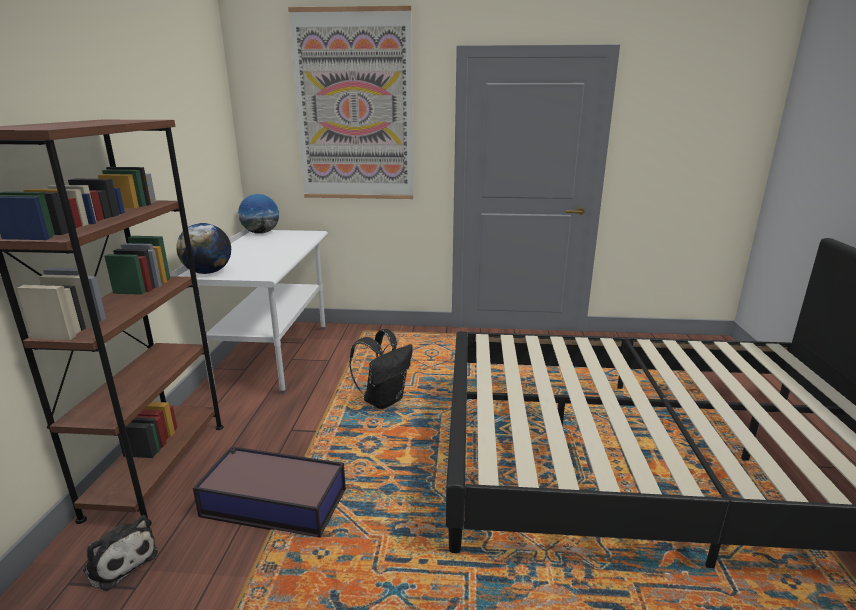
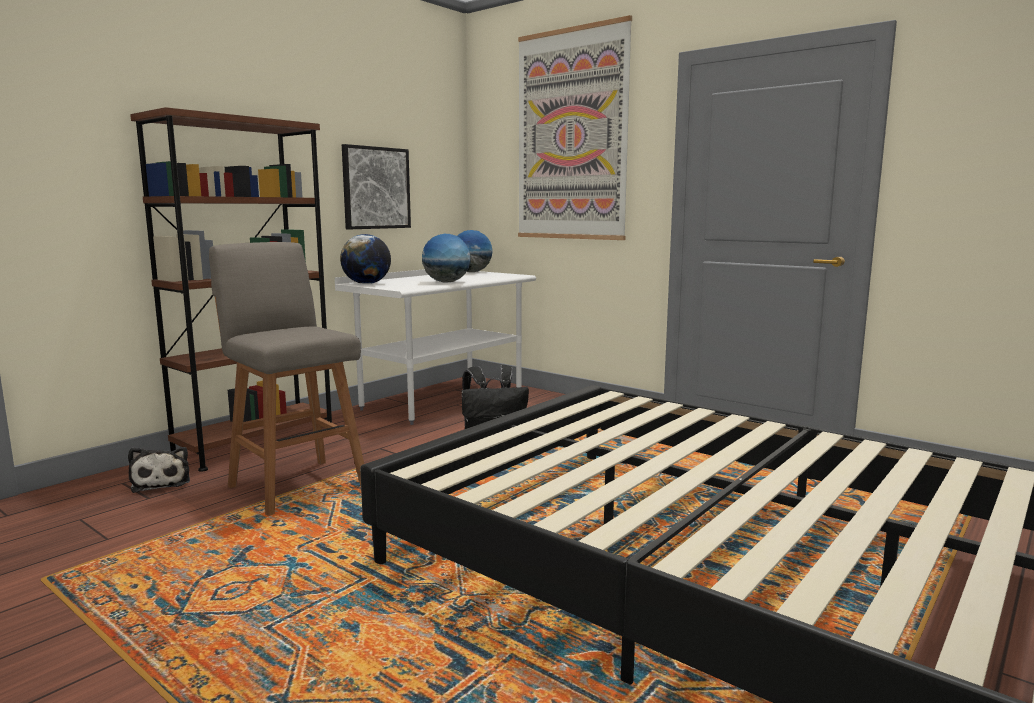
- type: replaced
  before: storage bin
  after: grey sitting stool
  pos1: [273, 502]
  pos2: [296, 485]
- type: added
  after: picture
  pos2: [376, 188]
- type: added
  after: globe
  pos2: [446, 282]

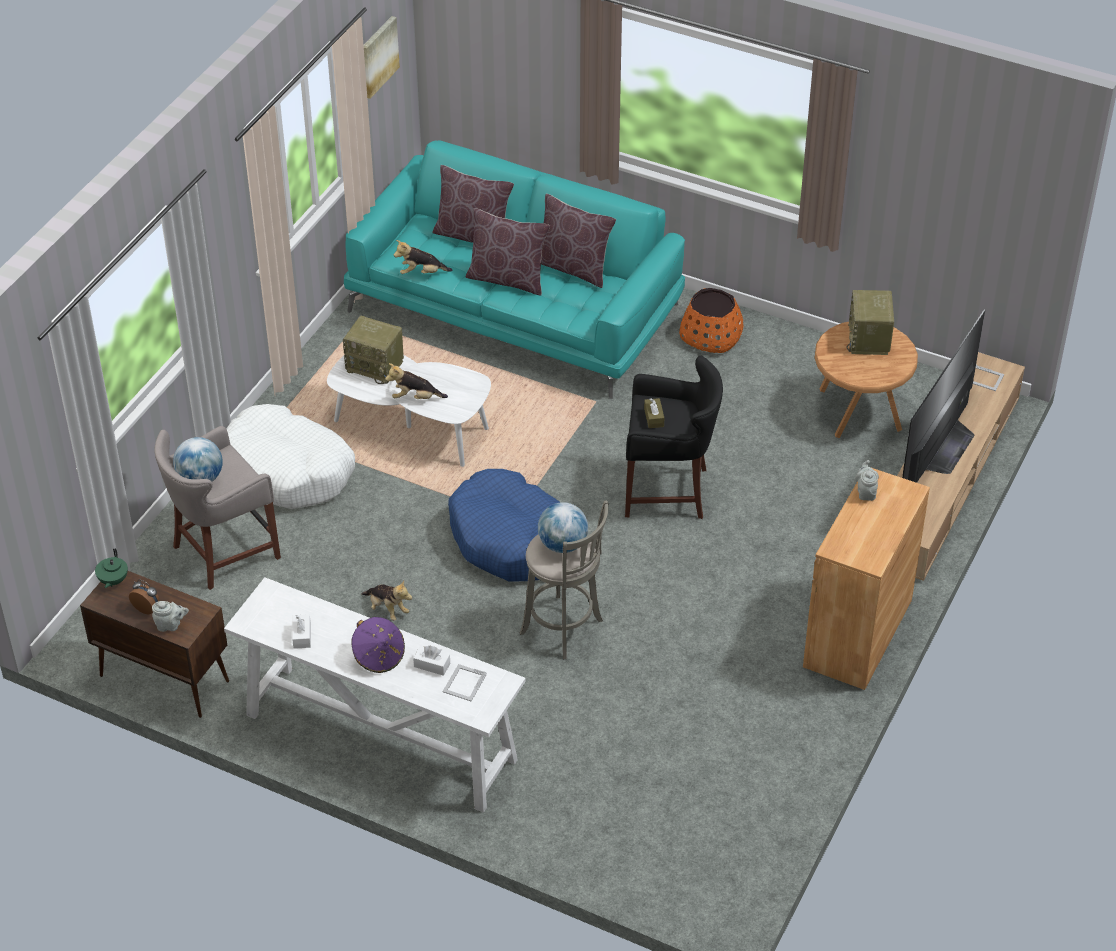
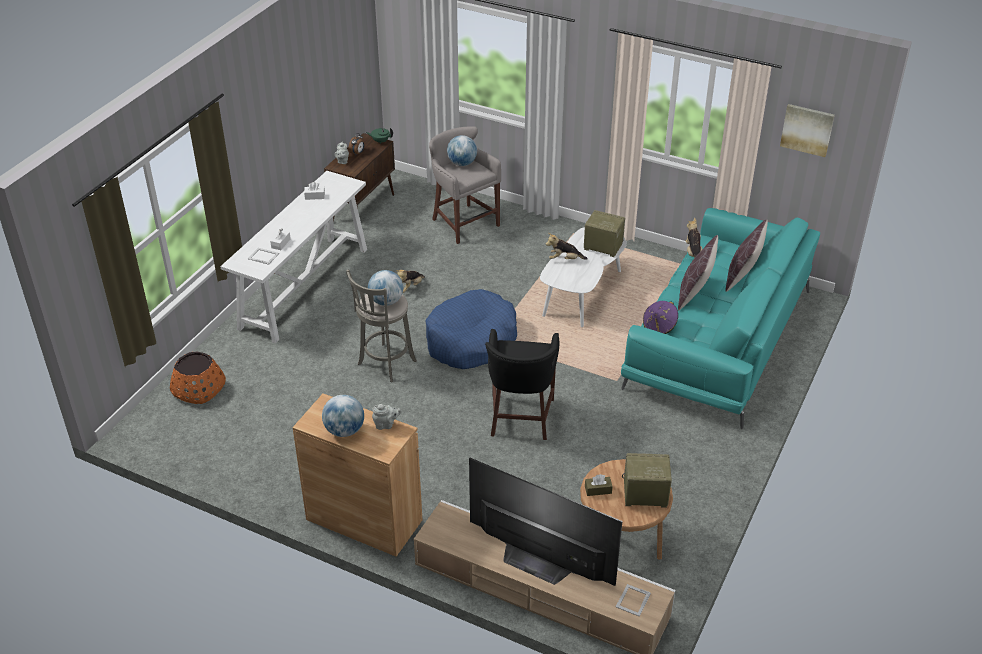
- type: removed
  before: brown-coloured cushion
  pos1: [573, 268]
- type: moved
  before: orange plant pot
  pos1: [711, 335]
  pos2: [199, 389]
- type: turned
  before: radio receiver
  pos1: [376, 366]
  pos2: [602, 246]
  turn: 90
- type: turned
  before: plush toy
  pos1: [415, 398]
  pos2: [564, 259]
  turn: -90
- type: moved
  before: brown-coloured box of tissues
  pos1: [654, 417]
  pos2: [598, 490]
- type: removed
  before: white pet bed
  pos1: [288, 470]
- type: moved
  before: purple-coloured hat
  pos1: [379, 656]
  pos2: [659, 327]
- type: added
  after: globe
  pos2: [344, 430]

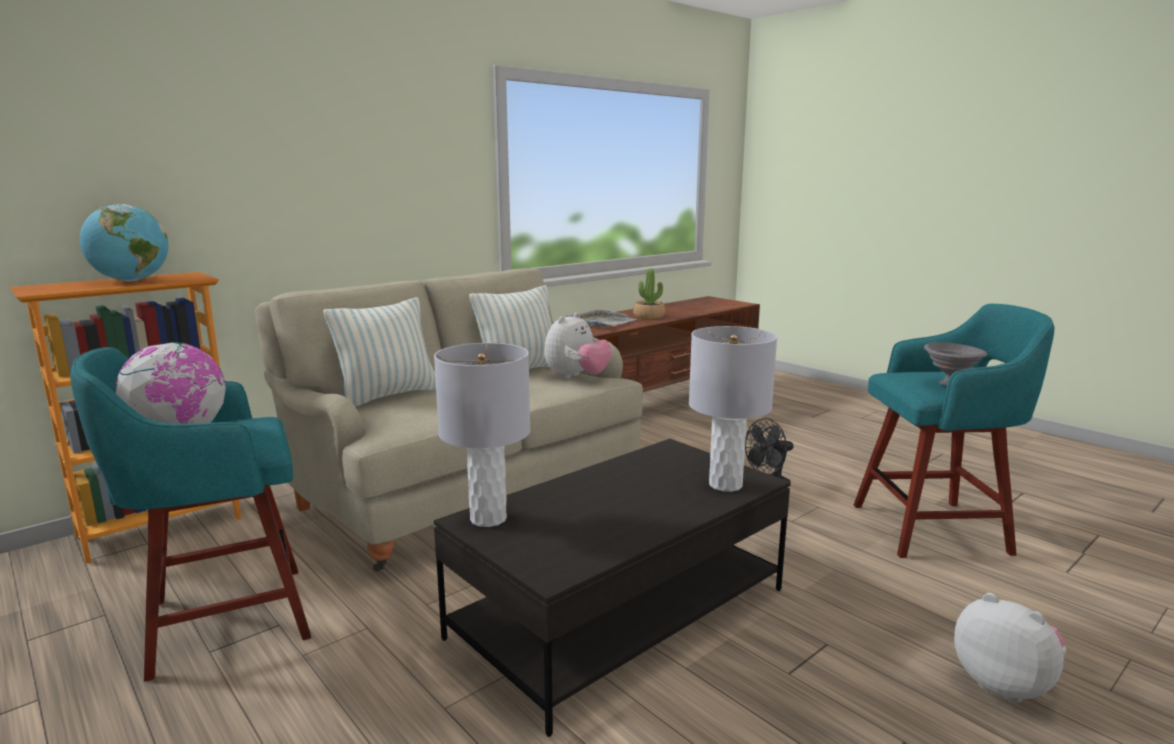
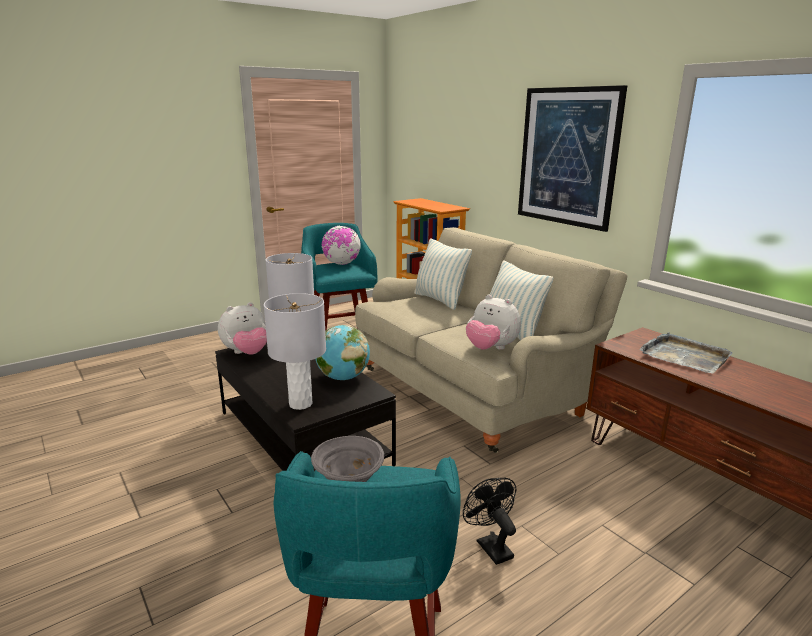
- type: moved
  before: globe
  pos1: [131, 281]
  pos2: [343, 377]
- type: removed
  before: houseplant
  pos1: [649, 316]
- type: moved
  before: plush toy
  pos1: [1004, 685]
  pos2: [246, 353]
- type: added
  after: picture
  pos2: [567, 157]

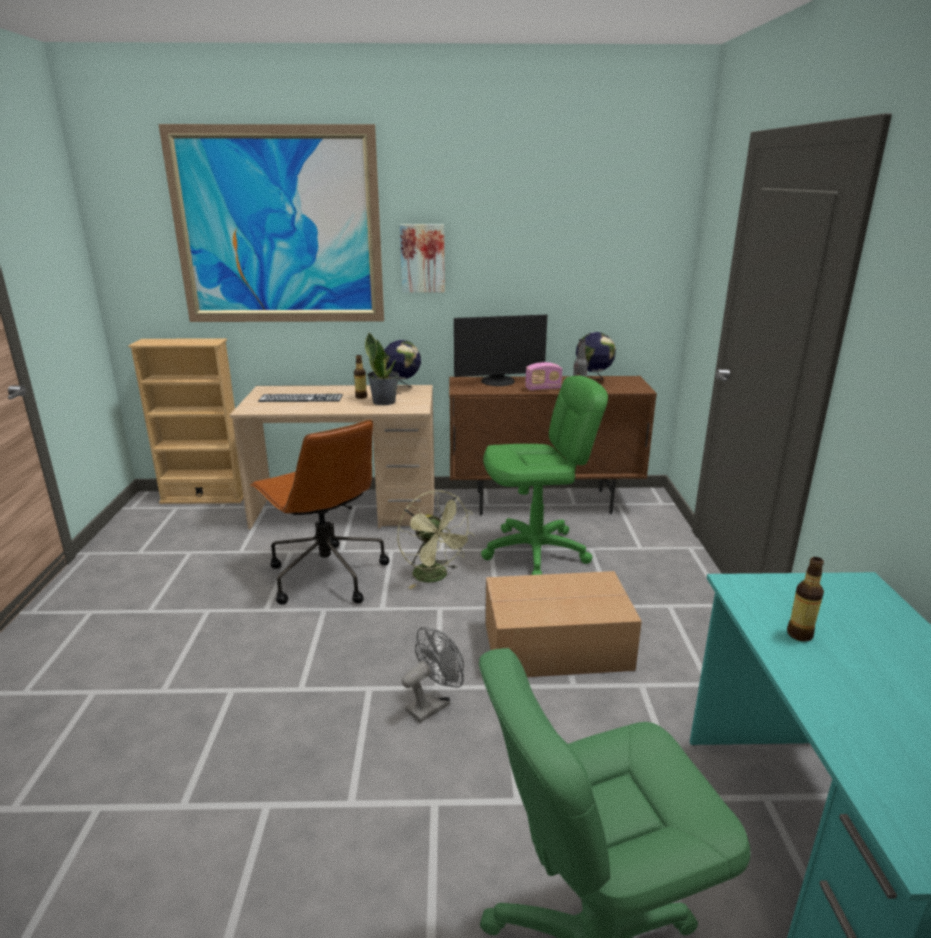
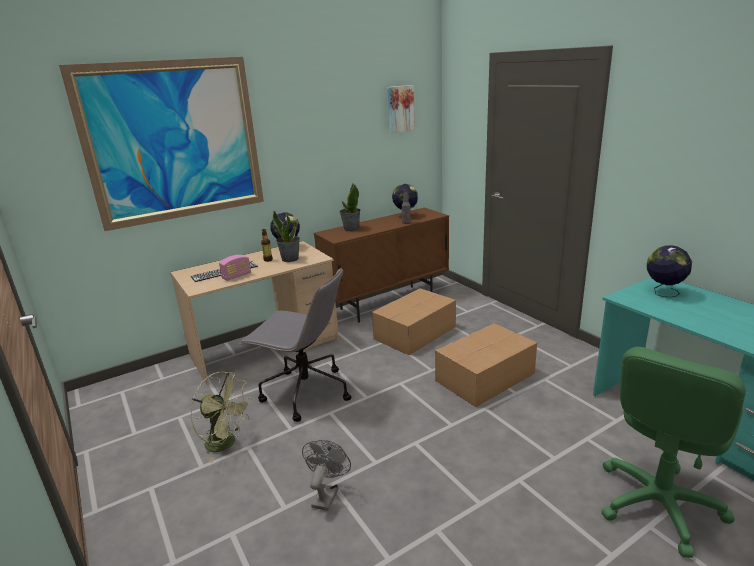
- type: moved
  before: picture
  pos1: [422, 258]
  pos2: [400, 108]
- type: replaced
  before: computer screen
  after: houseplant
  pos1: [498, 382]
  pos2: [351, 229]
- type: removed
  before: beige bookshelf
  pos1: [204, 497]
- type: moved
  before: radio receiver
  pos1: [543, 389]
  pos2: [236, 276]
- type: replaced
  before: green office chair
  after: carton
  pos1: [536, 552]
  pos2: [416, 332]
- type: recoloured
  before: brown-coloured office chair
  after: grey office chair
  pos1: [326, 575]
  pos2: [304, 392]
- type: moved
  before: green fan
  pos1: [435, 577]
  pos2: [226, 443]
- type: removed
  before: beverage bottle
  pos1: [799, 634]
- type: moved
  before: grey fan
  pos1: [433, 704]
  pos2: [327, 494]
- type: added
  after: globe
  pos2: [663, 293]

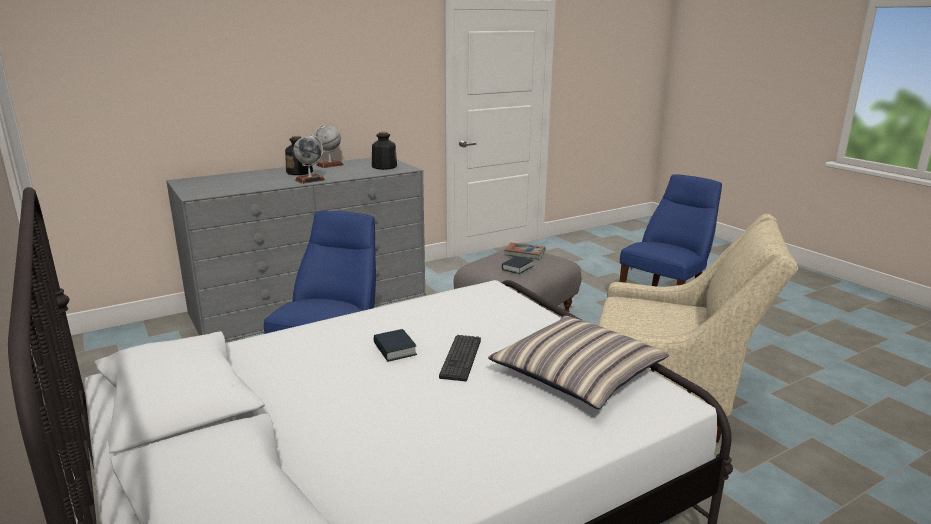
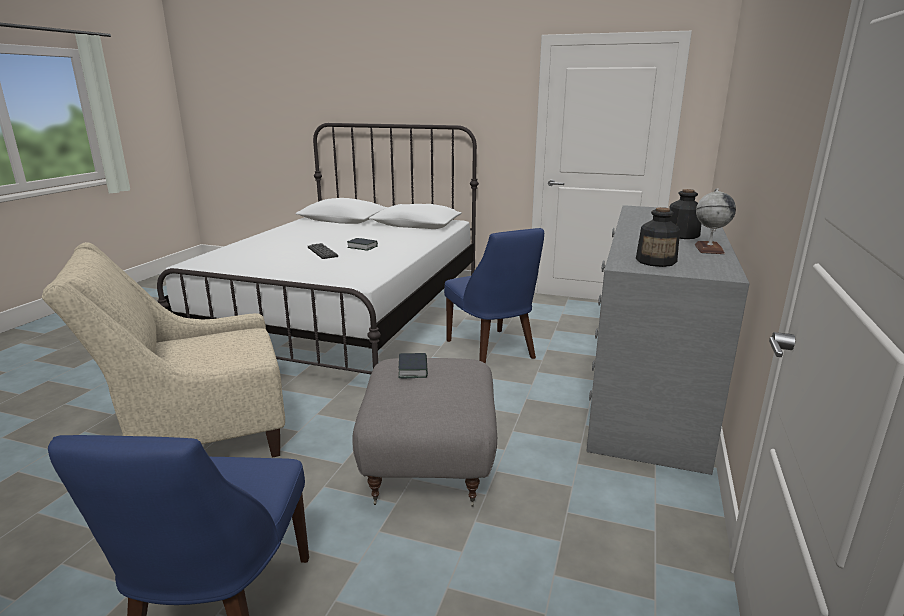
- type: removed
  before: globe
  pos1: [310, 180]
- type: removed
  before: volume
  pos1: [524, 253]
- type: removed
  before: cushion
  pos1: [577, 374]

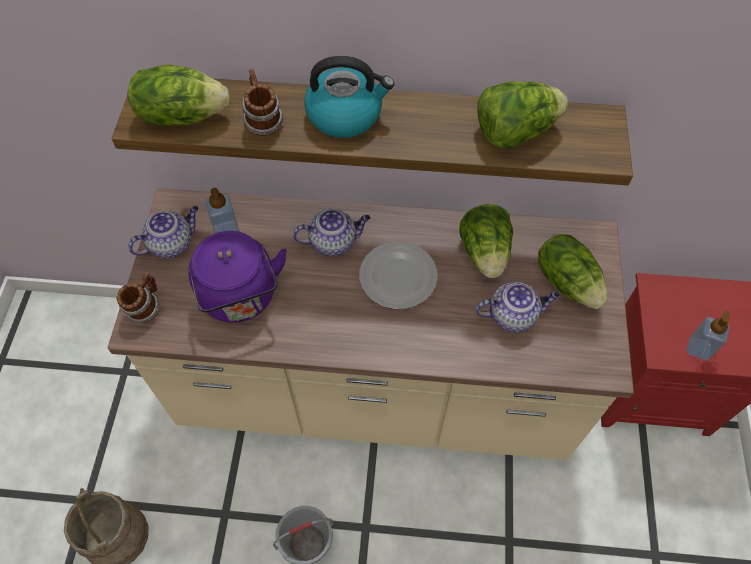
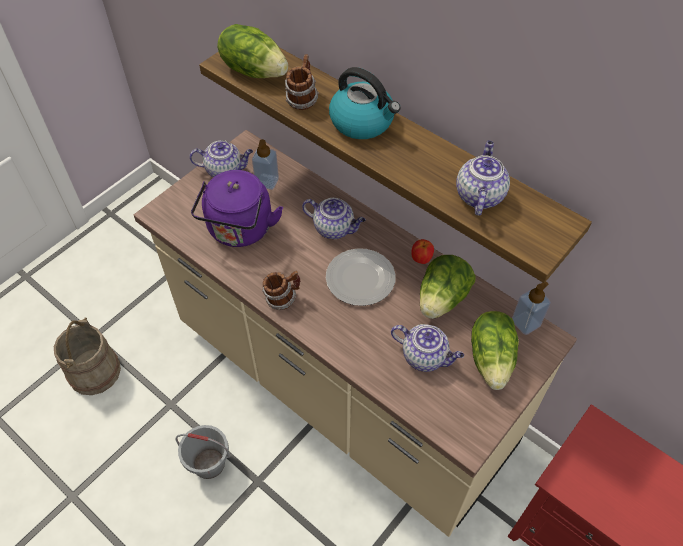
- type: replaced
  before: head of lettuce
  after: teapot
  pos1: [515, 132]
  pos2: [479, 195]
- type: moved
  before: mug
  pos1: [145, 308]
  pos2: [282, 298]
- type: moved
  before: liquid soap bottle
  pos1: [698, 348]
  pos2: [525, 323]
- type: added
  after: apple
  pos2: [421, 259]

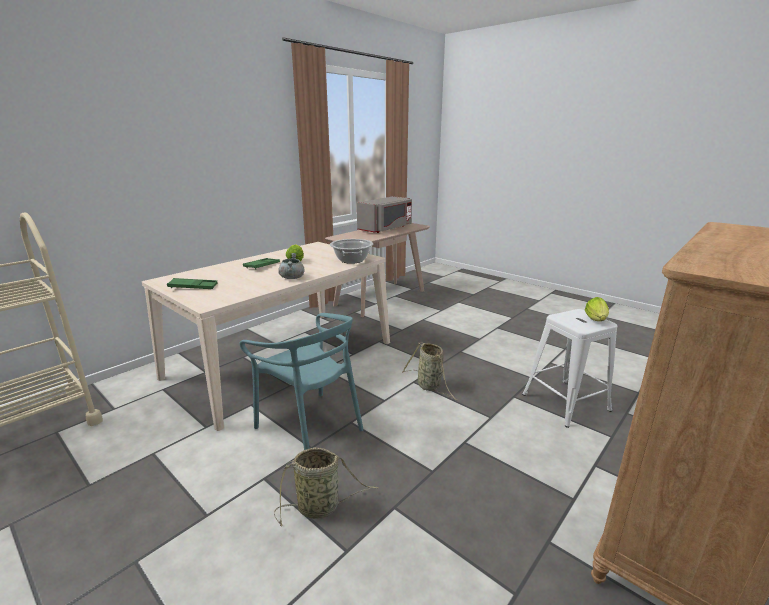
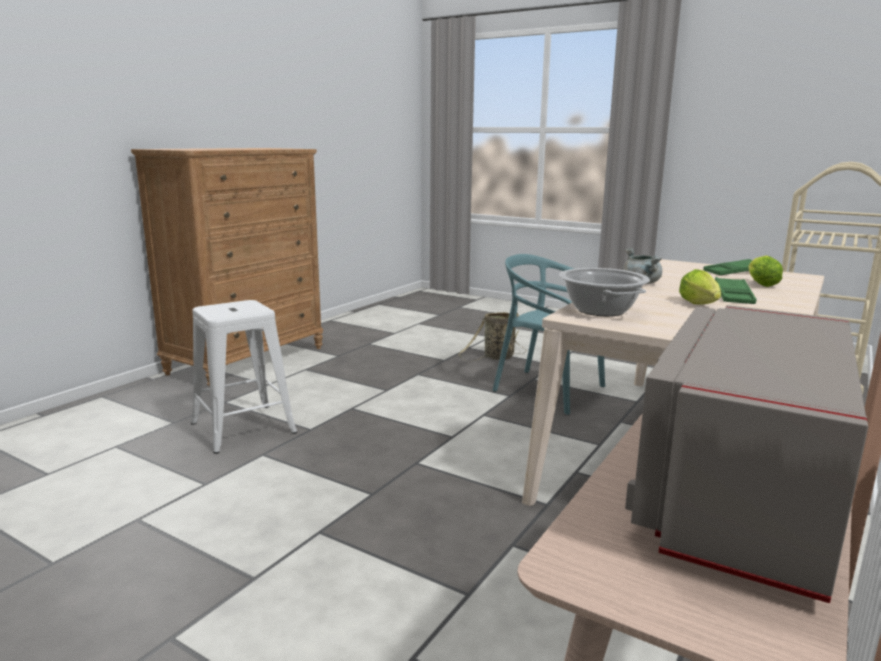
- type: moved
  before: head of lettuce
  pos1: [596, 321]
  pos2: [760, 284]
- type: removed
  before: storage basket
  pos1: [430, 386]

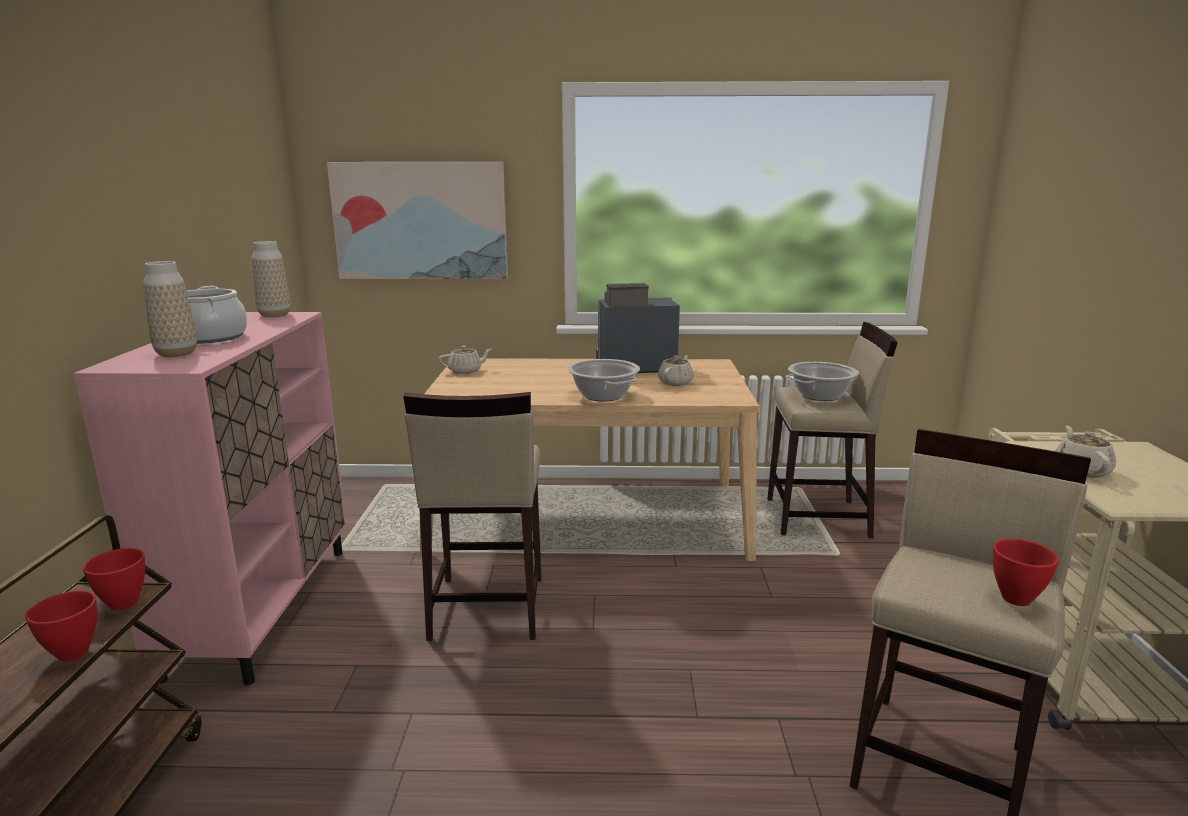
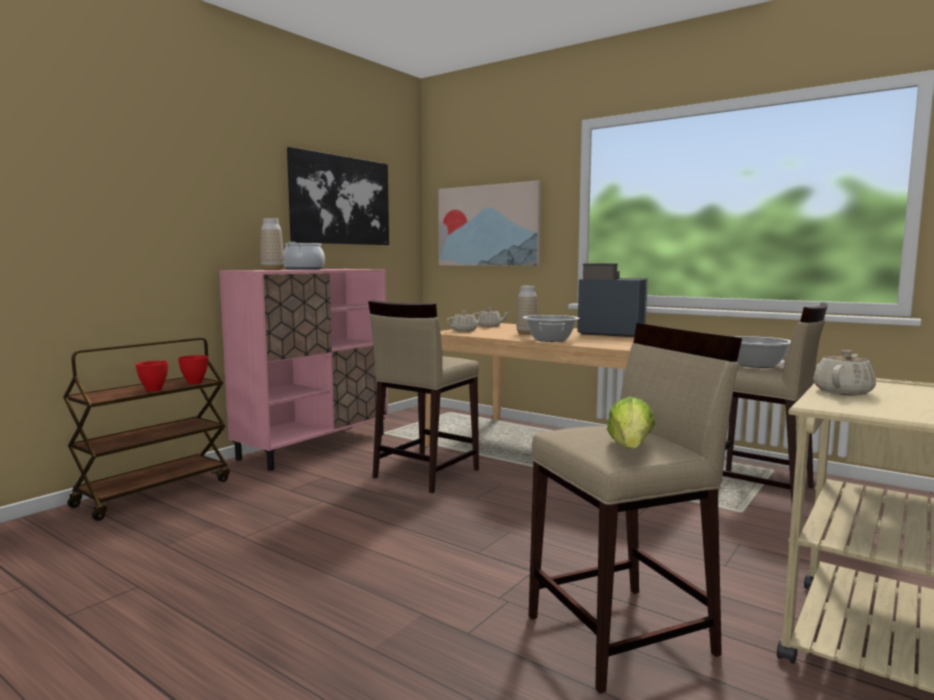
- type: moved
  before: decorative vase
  pos1: [274, 315]
  pos2: [526, 334]
- type: moved
  before: beige teapot
  pos1: [675, 382]
  pos2: [465, 331]
- type: replaced
  before: red-coloured bowl
  after: head of lettuce
  pos1: [1016, 598]
  pos2: [630, 448]
- type: added
  after: picture
  pos2: [340, 200]

